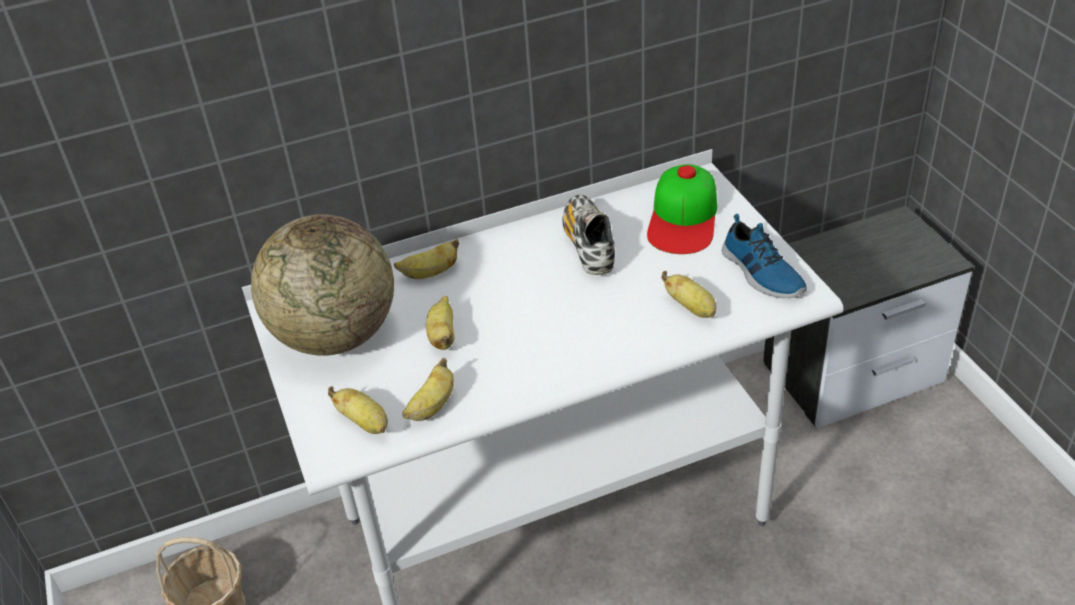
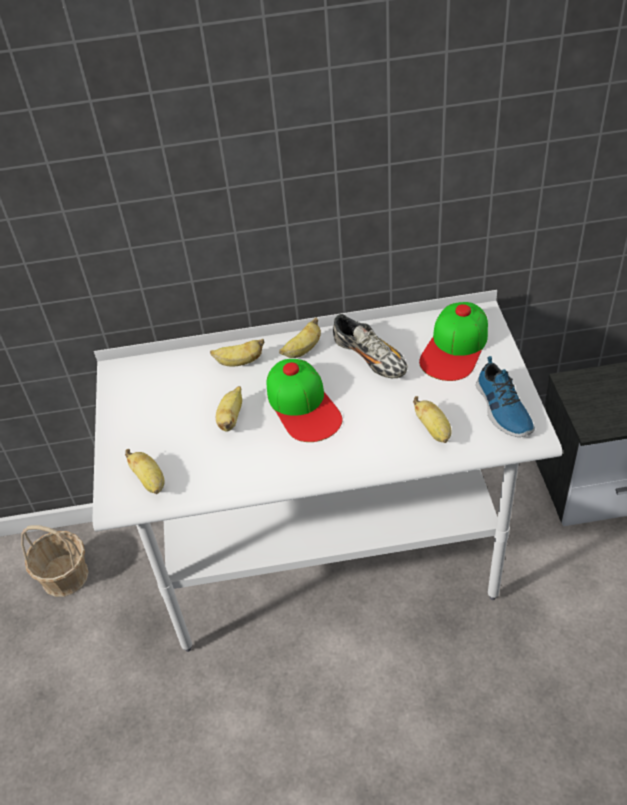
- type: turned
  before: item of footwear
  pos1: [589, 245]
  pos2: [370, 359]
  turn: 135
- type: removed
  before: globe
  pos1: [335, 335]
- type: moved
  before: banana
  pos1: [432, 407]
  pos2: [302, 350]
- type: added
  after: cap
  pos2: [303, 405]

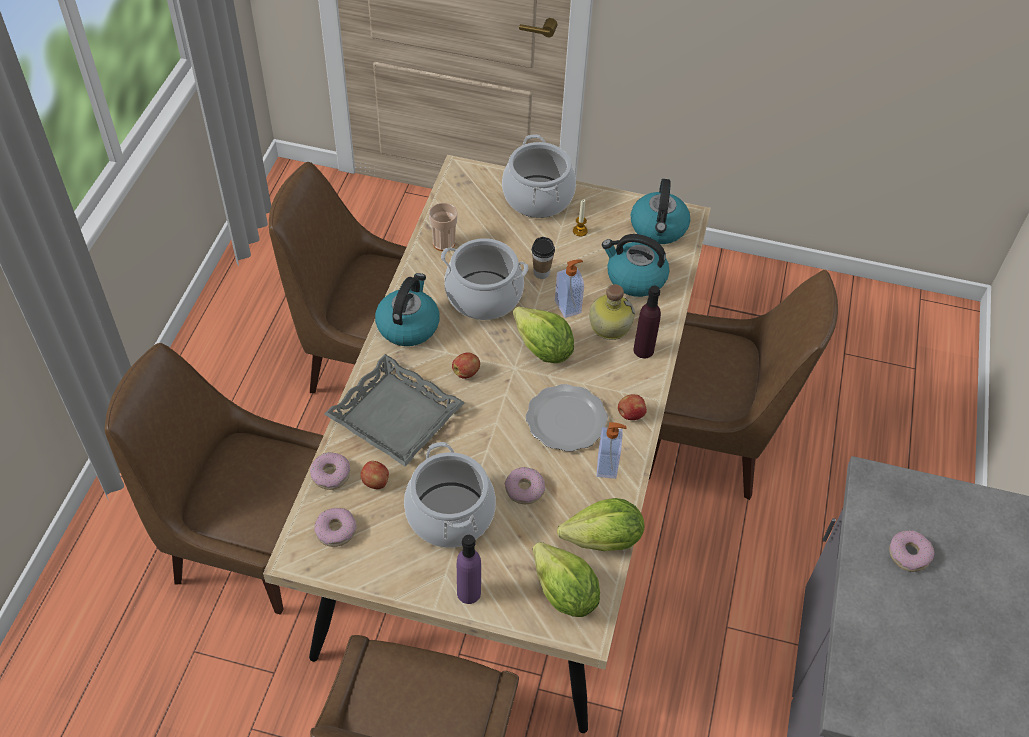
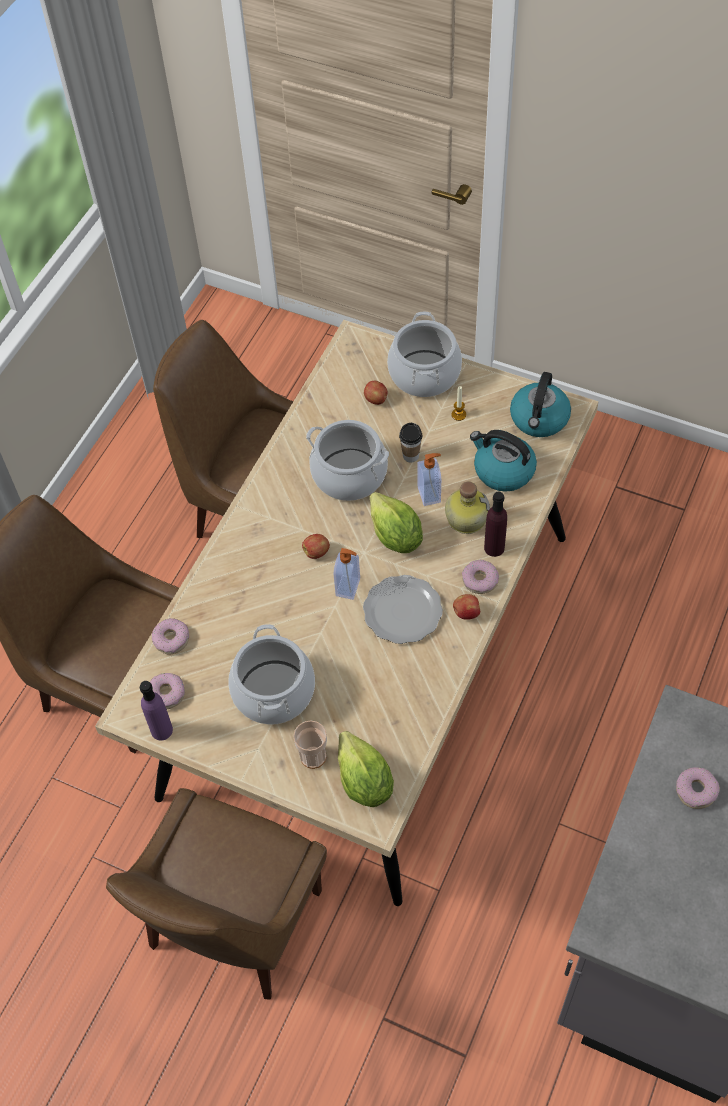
- type: moved
  before: drinking cup
  pos1: [444, 243]
  pos2: [313, 756]
- type: removed
  before: brown-coloured plain chair
  pos1: [710, 442]
- type: removed
  before: kettle
  pos1: [408, 325]
- type: removed
  before: grey carrying tray
  pos1: [396, 415]
- type: moved
  before: liquid soap bottle
  pos1: [608, 466]
  pos2: [349, 587]
- type: moved
  before: apple
  pos1: [376, 482]
  pos2: [376, 400]
- type: moved
  before: ring doughnut
  pos1: [524, 489]
  pos2: [480, 580]
- type: removed
  before: head of lettuce
  pos1: [603, 540]
- type: moved
  before: purple-coloured beverage bottle
  pos1: [468, 593]
  pos2: [161, 730]

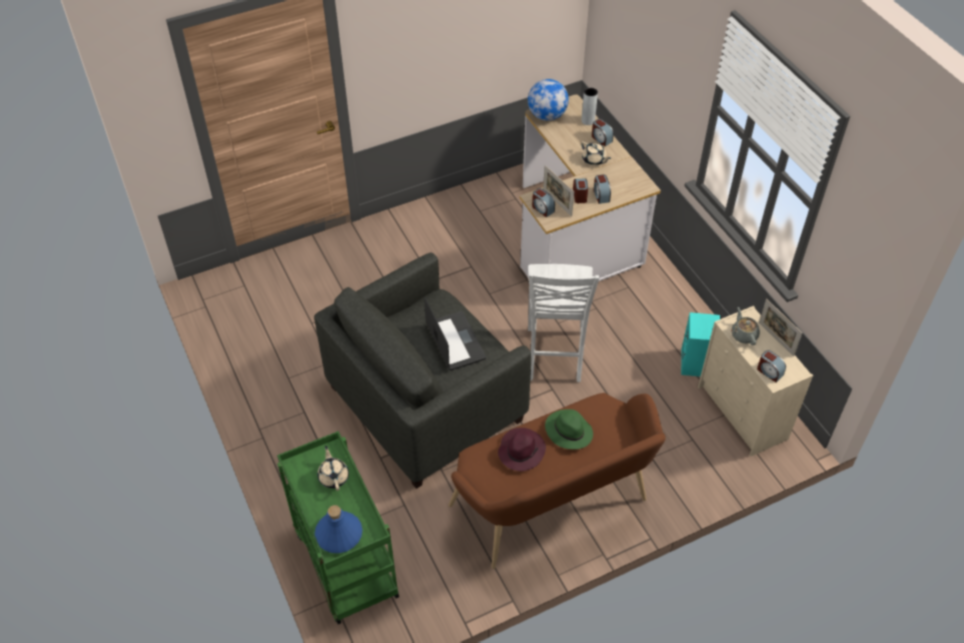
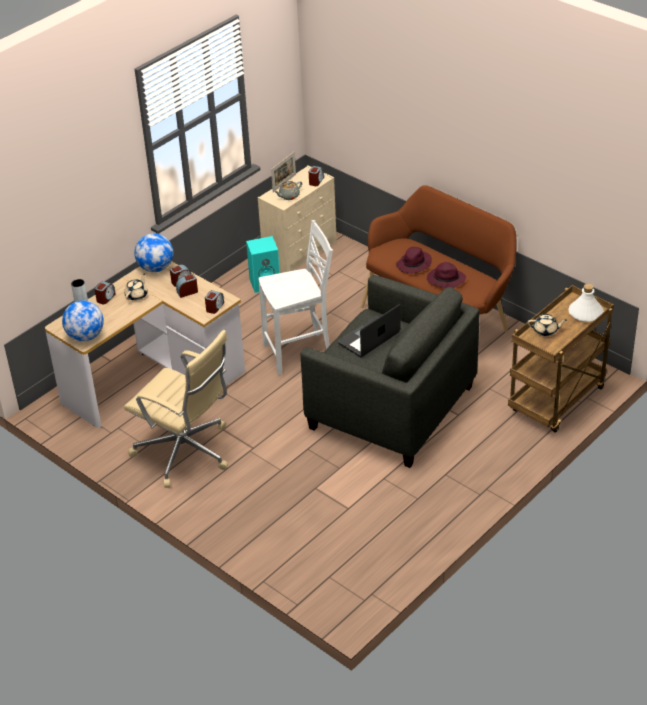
- type: removed
  before: standing frame
  pos1: [557, 203]
- type: recoloured
  before: green hat
  after: purple-coloured hat
  pos1: [568, 431]
  pos2: [414, 265]
- type: recoloured
  before: green cart
  after: brown-coloured cart
  pos1: [344, 562]
  pos2: [557, 401]
- type: turned
  before: beige teapot
  pos1: [333, 476]
  pos2: [546, 331]
  turn: -135
- type: recoloured
  before: blue beverage bottle
  after: white beverage bottle
  pos1: [339, 534]
  pos2: [585, 313]
- type: added
  after: globe
  pos2: [156, 268]
- type: added
  after: beige office chair
  pos2: [186, 453]

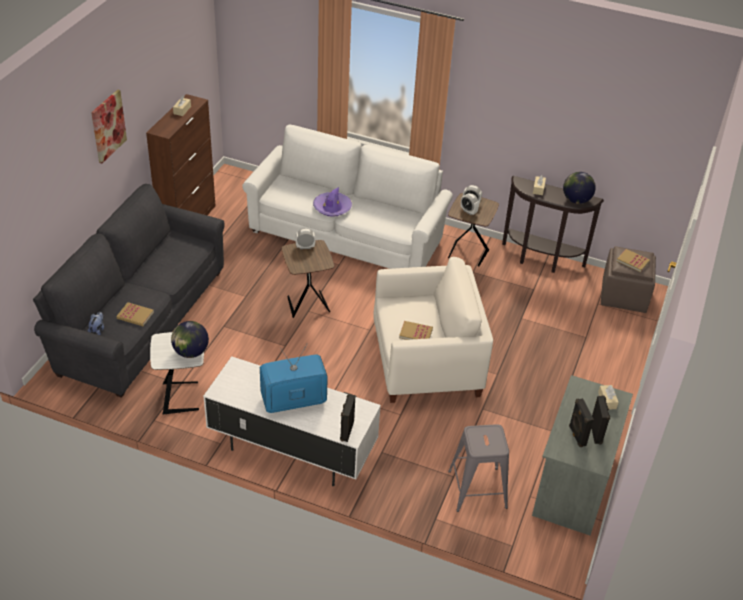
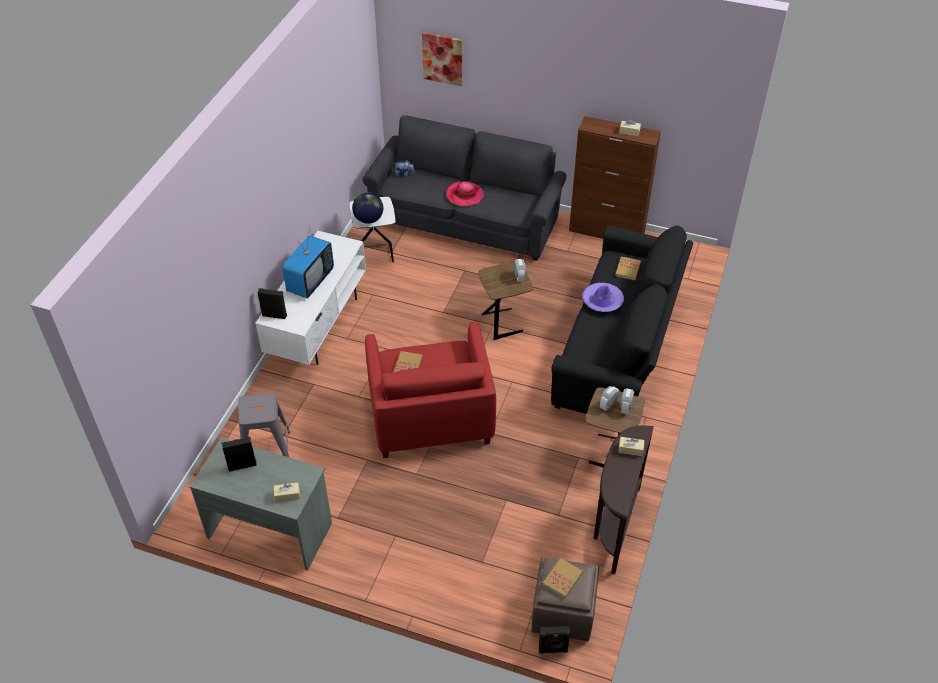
- type: moved
  before: picture
  pos1: [108, 126]
  pos2: [442, 58]
- type: recoloured
  before: white sofa
  after: black sofa
  pos1: [348, 234]
  pos2: [619, 348]
- type: removed
  before: globe
  pos1: [576, 200]
- type: recoloured
  before: white armchair
  after: red-coloured armchair
  pos1: [426, 361]
  pos2: [430, 415]
- type: moved
  before: volume
  pos1: [135, 315]
  pos2: [627, 269]
- type: turned
  before: TV set
  pos1: [293, 400]
  pos2: [310, 281]
  turn: 45
- type: moved
  before: black audio speaker
  pos1: [596, 433]
  pos2: [553, 650]
- type: added
  after: hat
  pos2: [464, 195]

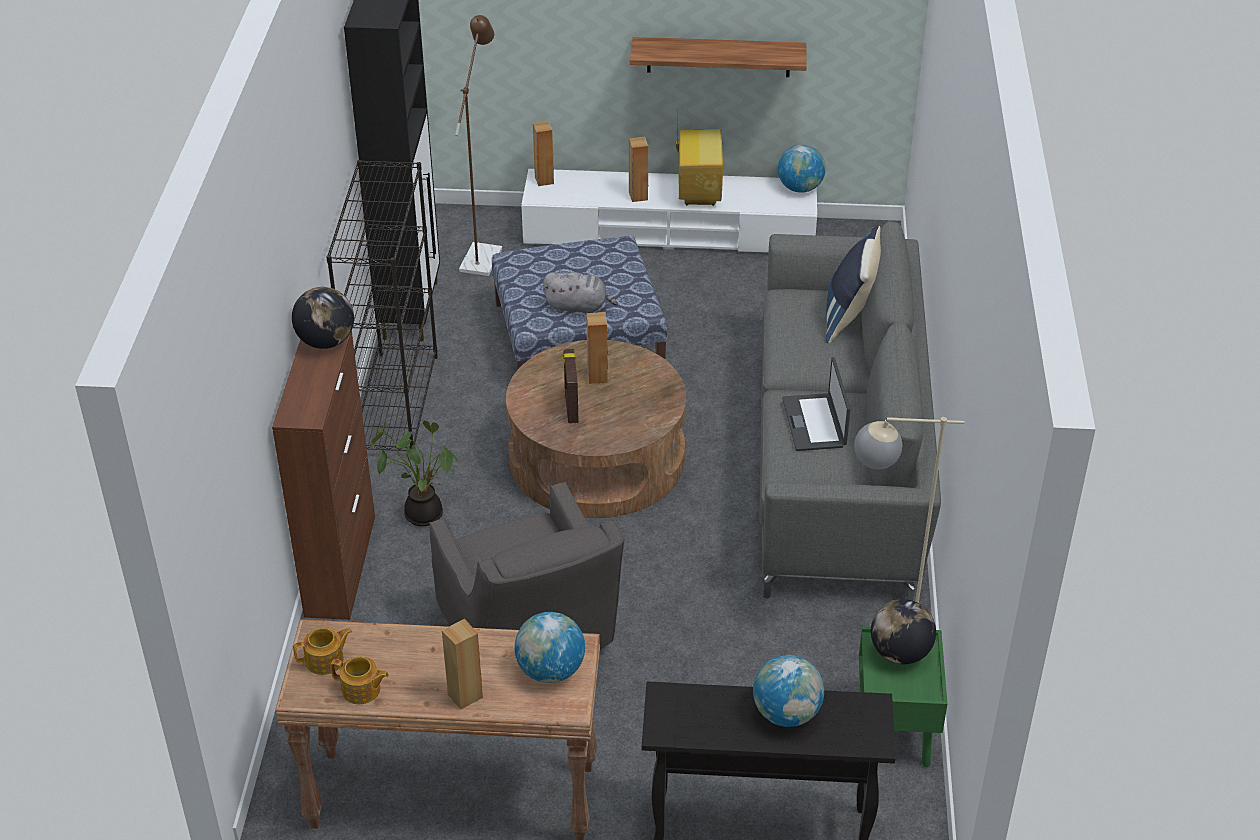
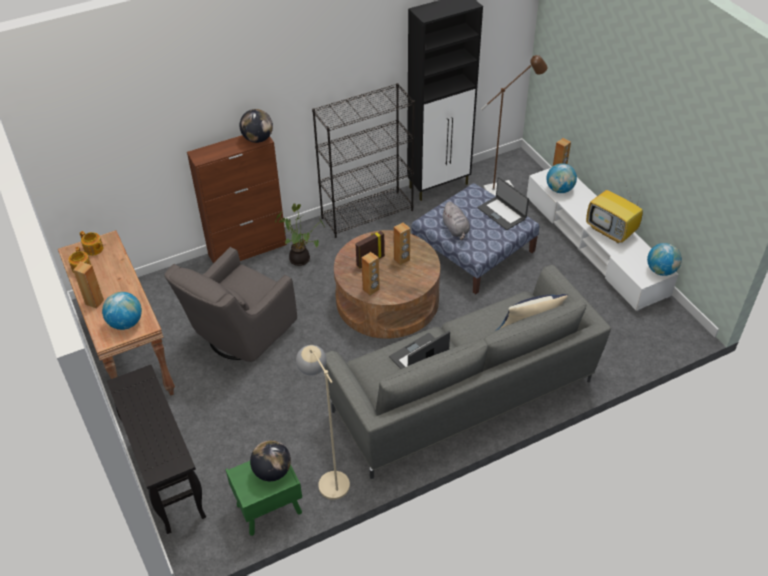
- type: removed
  before: wall shelf
  pos1: [718, 57]
- type: turned
  before: TV set
  pos1: [698, 191]
  pos2: [612, 231]
  turn: 75
- type: moved
  before: brown-coloured audio speaker
  pos1: [638, 196]
  pos2: [371, 289]
- type: moved
  before: globe
  pos1: [786, 714]
  pos2: [559, 189]
- type: added
  after: notebook computer
  pos2: [502, 213]

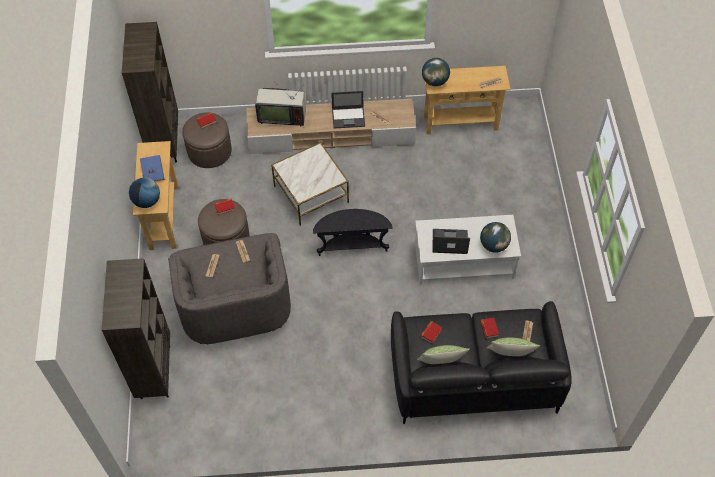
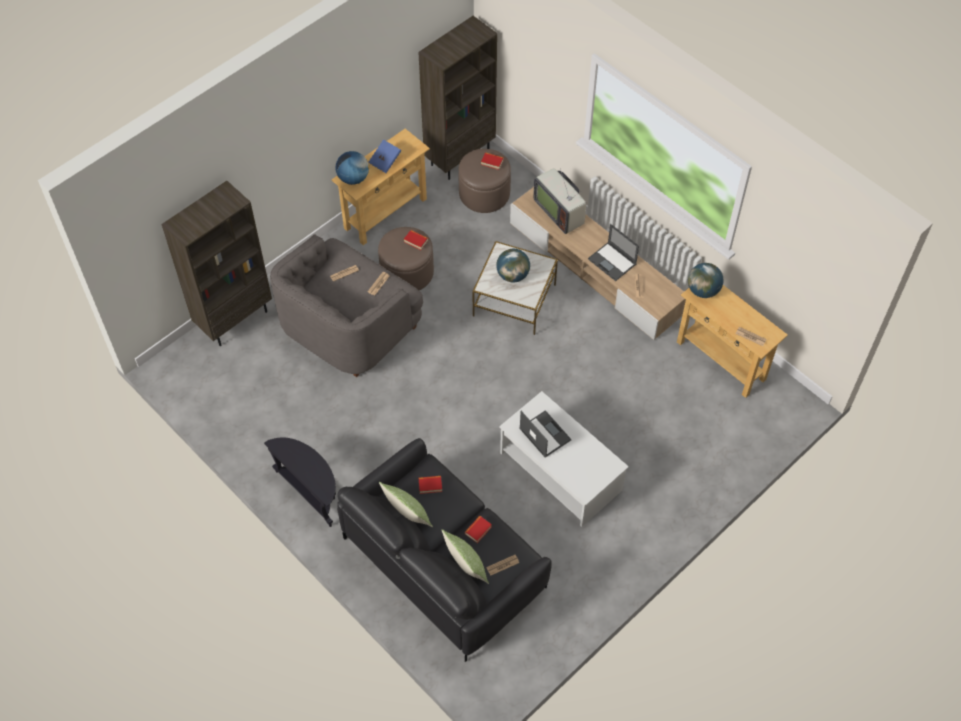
- type: moved
  before: black side table
  pos1: [352, 246]
  pos2: [311, 492]
- type: moved
  before: globe
  pos1: [493, 245]
  pos2: [512, 275]

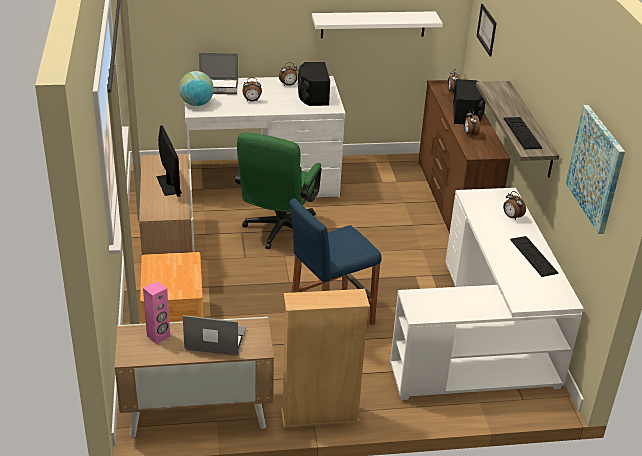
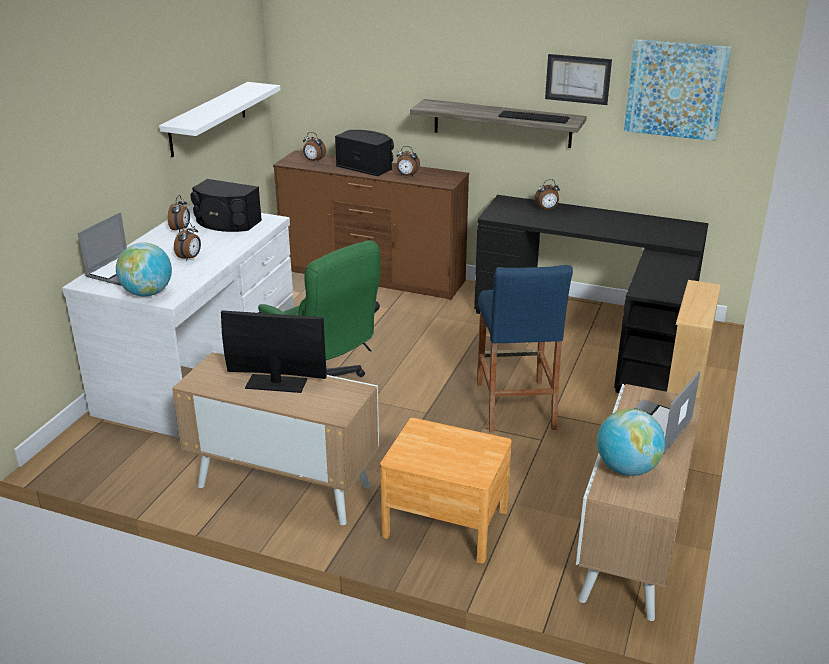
- type: moved
  before: picture
  pos1: [487, 29]
  pos2: [578, 79]
- type: recoloured
  before: white desk
  after: black desk
  pos1: [484, 337]
  pos2: [599, 330]
- type: removed
  before: keyboard
  pos1: [533, 256]
- type: replaced
  before: pink-coloured audio speaker
  after: globe
  pos1: [158, 336]
  pos2: [627, 468]

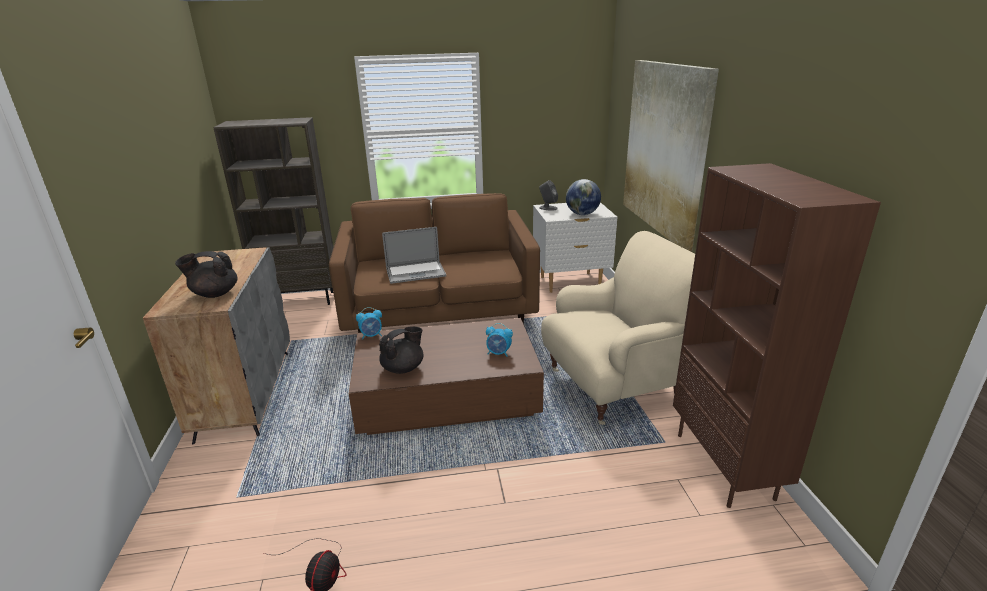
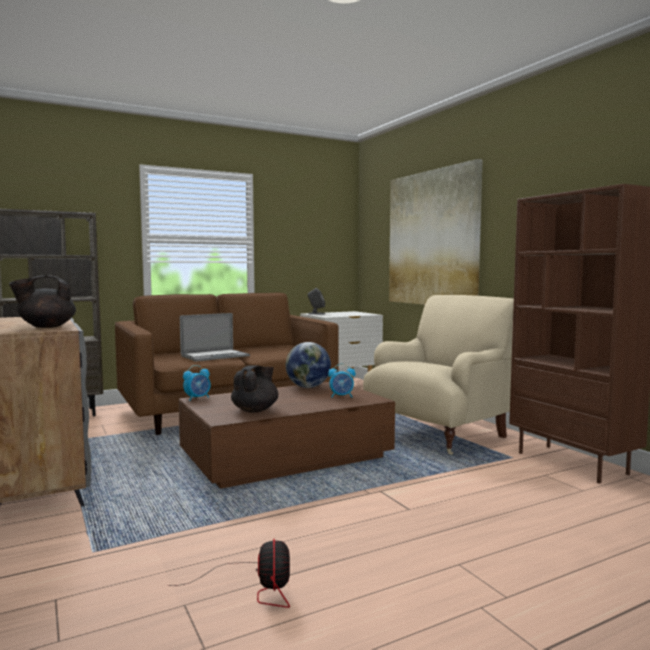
- type: moved
  before: globe
  pos1: [582, 214]
  pos2: [308, 387]

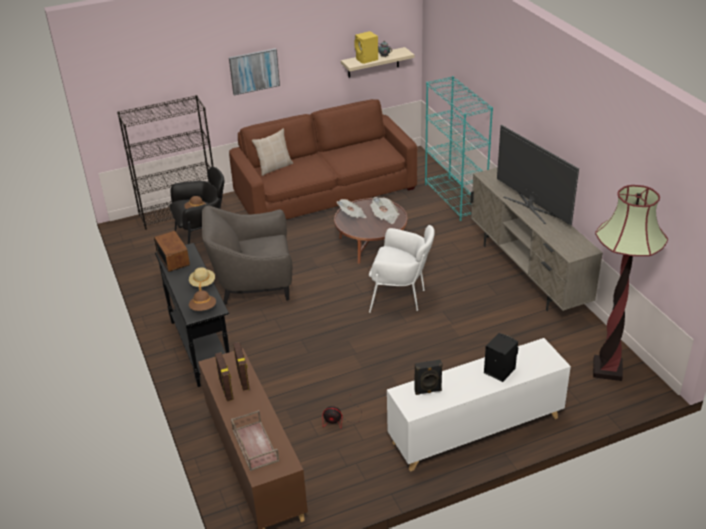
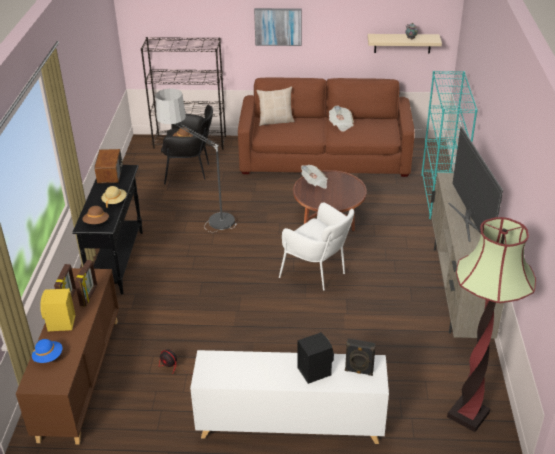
- type: moved
  before: yellow audio speaker
  pos1: [367, 59]
  pos2: [61, 324]
- type: moved
  before: printed paper
  pos1: [385, 217]
  pos2: [341, 125]
- type: replaced
  before: grey armchair
  after: floor lamp
  pos1: [253, 283]
  pos2: [201, 219]
- type: moved
  before: black audio speaker
  pos1: [428, 391]
  pos2: [359, 371]
- type: replaced
  before: brown-coloured carrying tray
  after: blue hat
  pos1: [254, 445]
  pos2: [48, 357]

